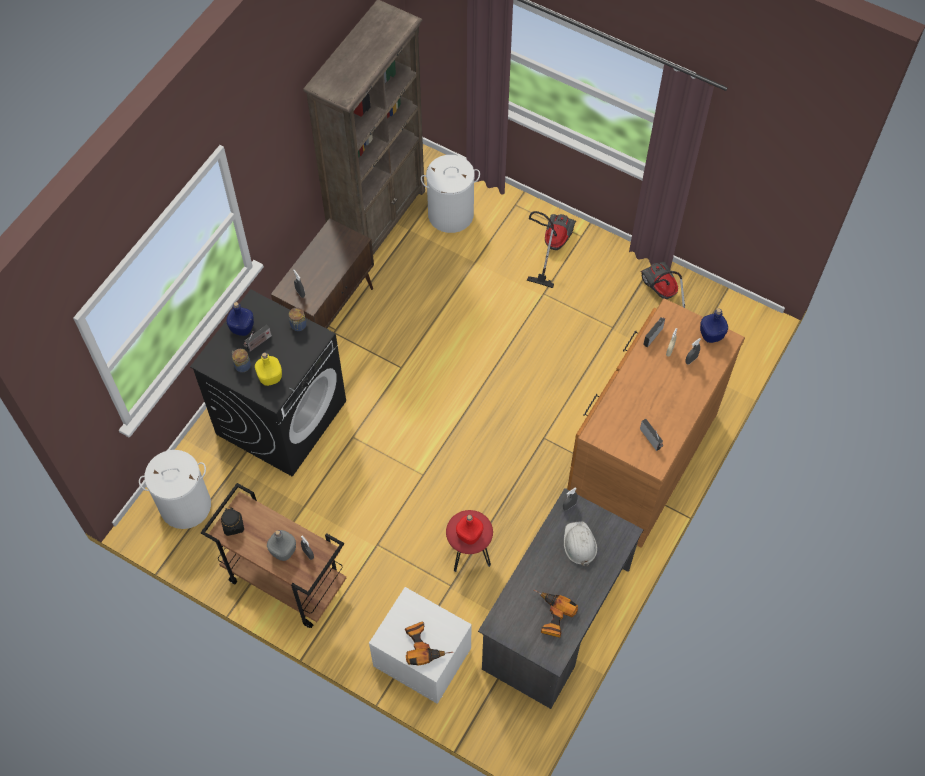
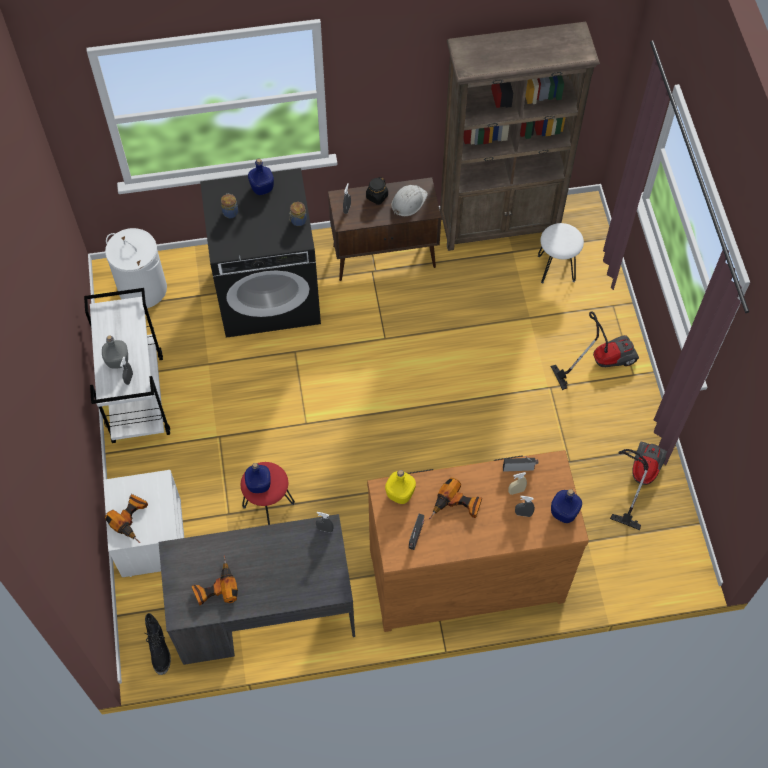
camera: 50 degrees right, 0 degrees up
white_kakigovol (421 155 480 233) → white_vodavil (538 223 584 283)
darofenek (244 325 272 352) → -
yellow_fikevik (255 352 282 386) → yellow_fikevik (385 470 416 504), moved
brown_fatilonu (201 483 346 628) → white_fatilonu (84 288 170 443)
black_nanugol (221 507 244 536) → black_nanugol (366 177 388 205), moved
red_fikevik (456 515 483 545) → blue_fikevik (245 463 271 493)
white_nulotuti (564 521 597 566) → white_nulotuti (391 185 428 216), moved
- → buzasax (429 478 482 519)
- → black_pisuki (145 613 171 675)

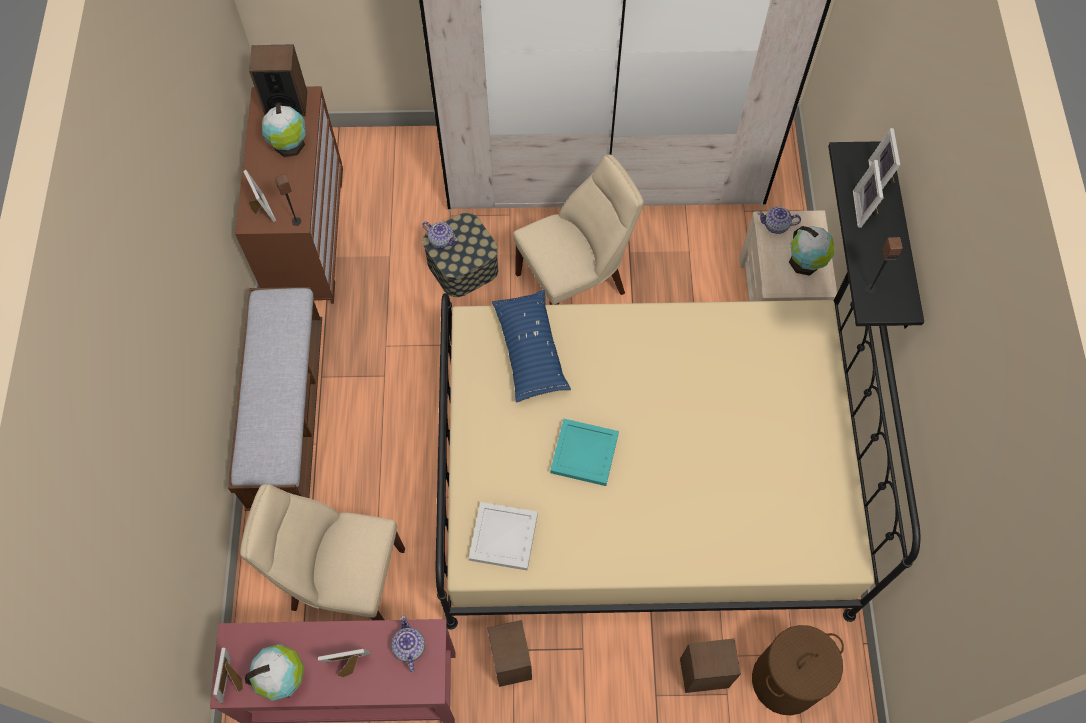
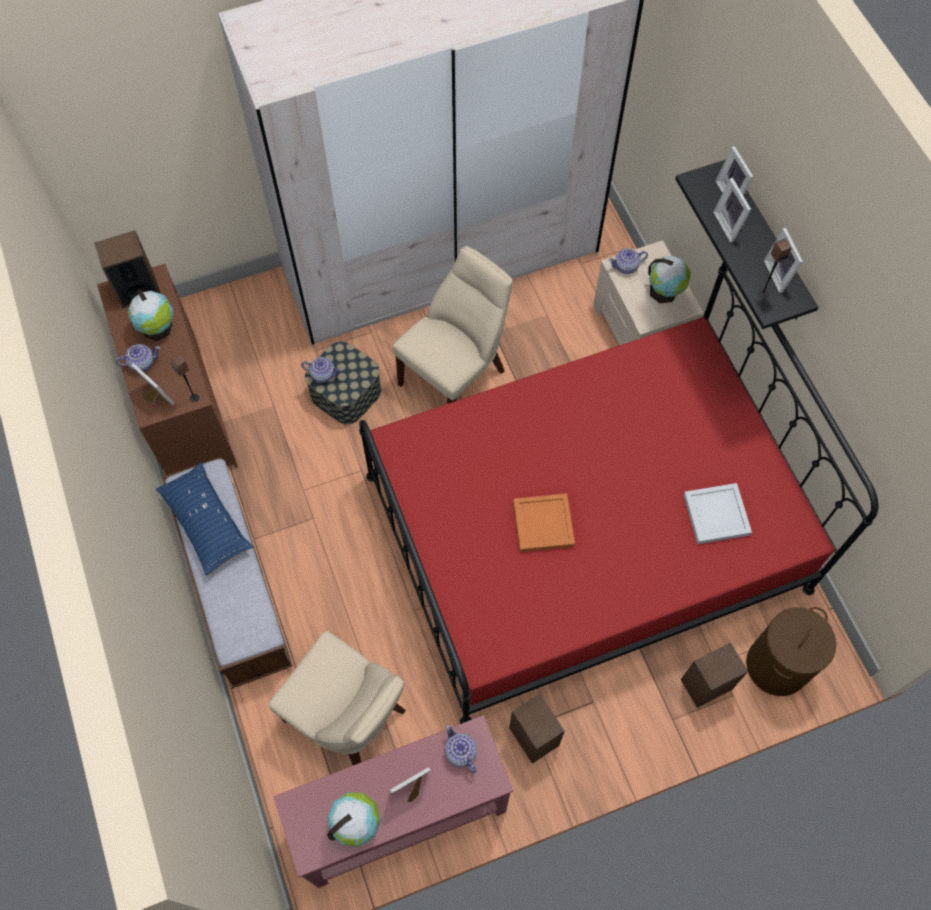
camera: 20 degrees left, 0 degrees up
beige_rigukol (436 272 921 629) → red_rigukol (359 262 878 724)
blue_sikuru (492 290 571 402) → blue_sikuru (156 462 253 576), moved
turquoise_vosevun (550 419 619 486) → orange_vosevun (513 493 575 552)
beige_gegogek (240 484 405 620) → beige_gegogek (269 631 406 765), 135 degrees counterclockwise
white_vosevun (469 502 538 570) → white_vosevun (684 483 752 544), moved
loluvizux (213 648 243 703) → loluvizux (764 228 803 293), moved
- → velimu (116 344 160 372)

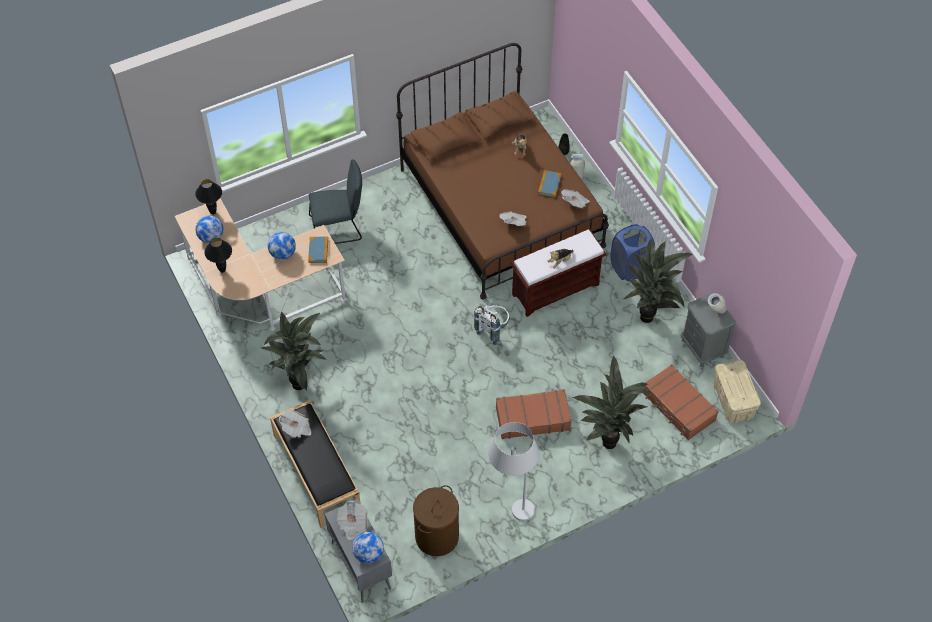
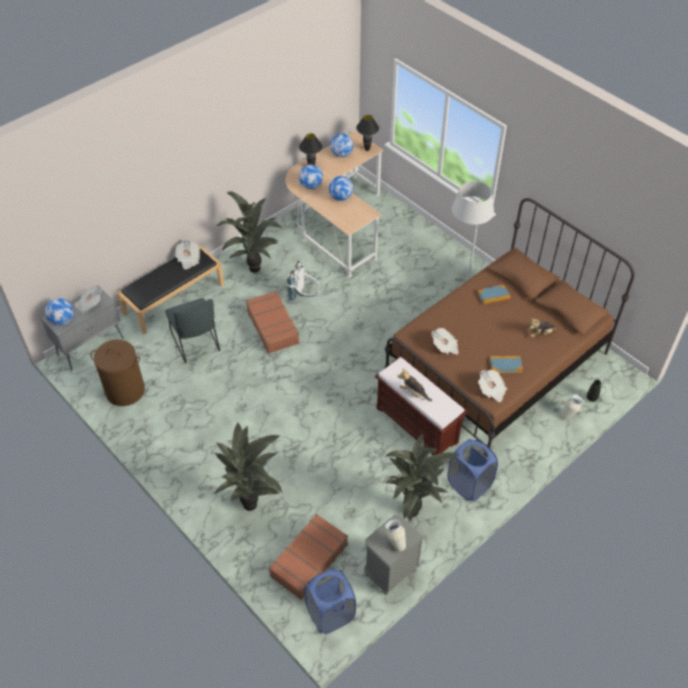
camera: 75 degrees right, 5 degrees down
grey_gegogek (309 159 362 244) → grey_gegogek (165 298 220 363), moved
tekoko (308 237 328 263) → tekoko (477 285 511 305), moved
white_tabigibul (474 305 510 345) → white_tabigibul (287 261 321 303), moved
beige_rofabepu (714 360 761 423) → blue_kakigovol (304 569 356 634)
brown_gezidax (496 389 572 439) → brown_gezidax (246 291 300 354), moved
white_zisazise (488 422 539 521) → white_zisazise (452 181 494 287), moved
- → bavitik (299 164 323 189)

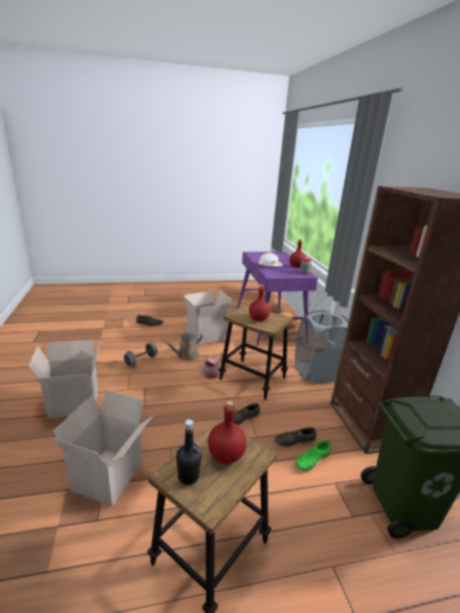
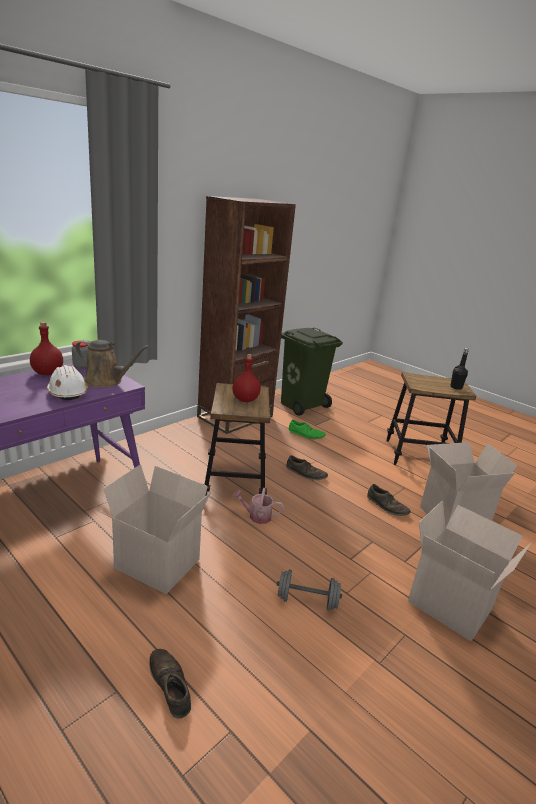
camera: 125 degrees left, 0 degrees up
grey_kakigovol (295 310 349 384) → -
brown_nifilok (161 332 202 360) → brown_nifilok (75 340 150 388), moved
red_fikevik (208 401 247 464) → -
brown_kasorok (275 427 316 447) → brown_kasorok (367 484 411 516), moved

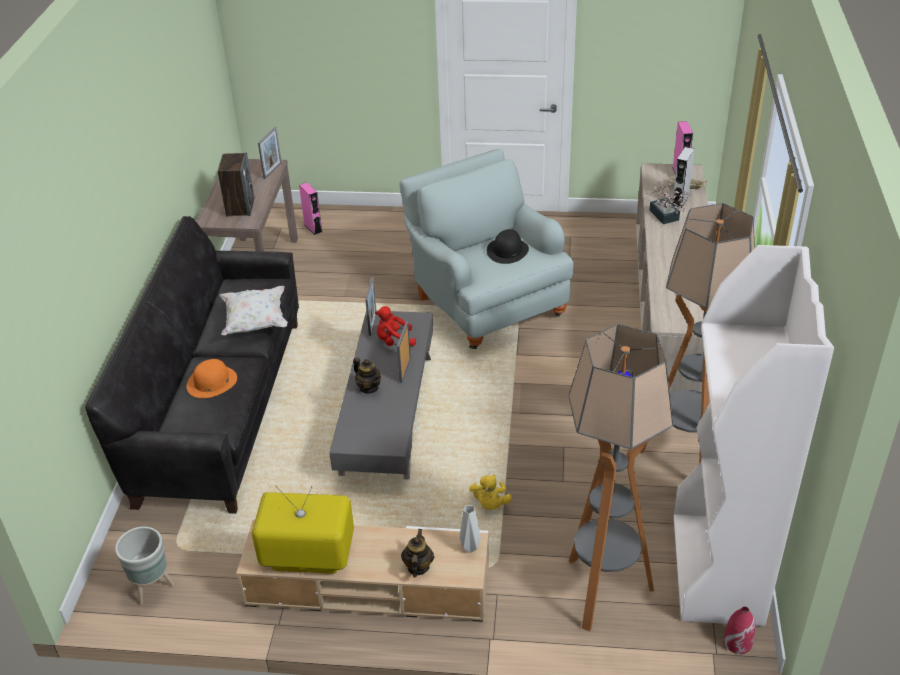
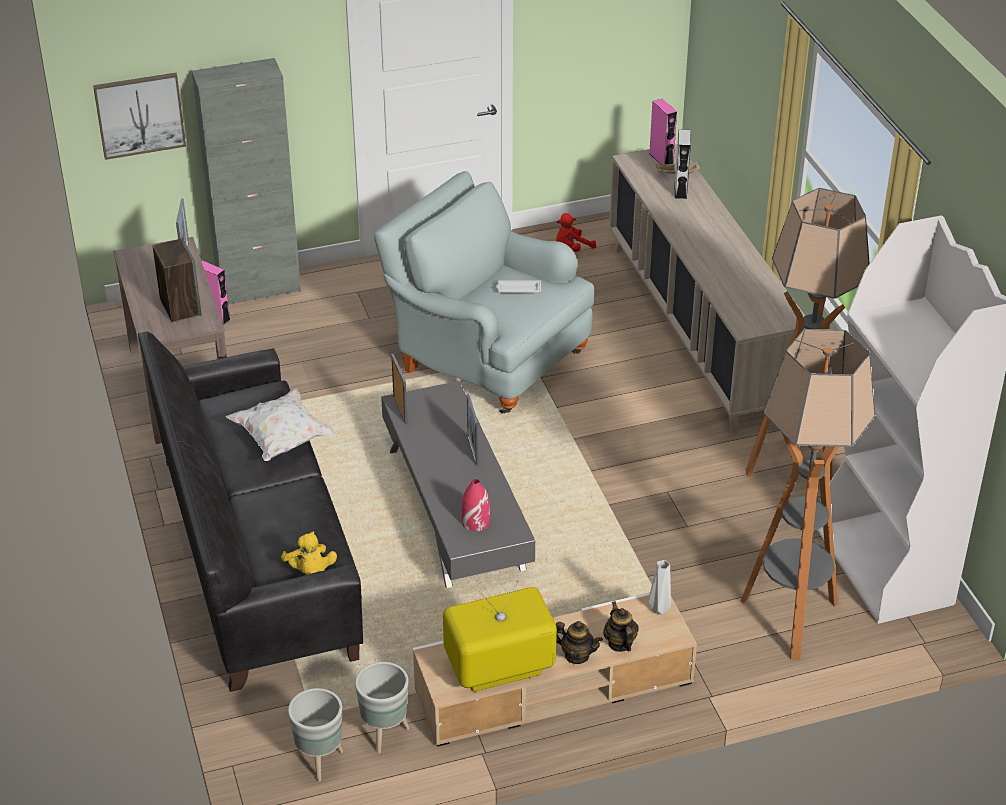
camera: 25 degrees left, 0 degrees up
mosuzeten (646 181 691 224) → -
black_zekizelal (487 229 529 264) → white_vosevun (495 280 541 293)
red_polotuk (375 306 416 346) → red_polotuk (556 213 596 252), moved
velimu (353 358 381 394) → velimu (556 621 603 664), moved
orange_zekizelal (187 359 237 398) → -
yellow_polotuk (469 475 512 510) → yellow_polotuk (281 531 337 575), moved
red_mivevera (724 607 756 654) → red_mivevera (462 479 490 531), moved
- → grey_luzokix (192 58 301 304)
- → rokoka (93 73 186 160)
- → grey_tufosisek (355 662 410 753)

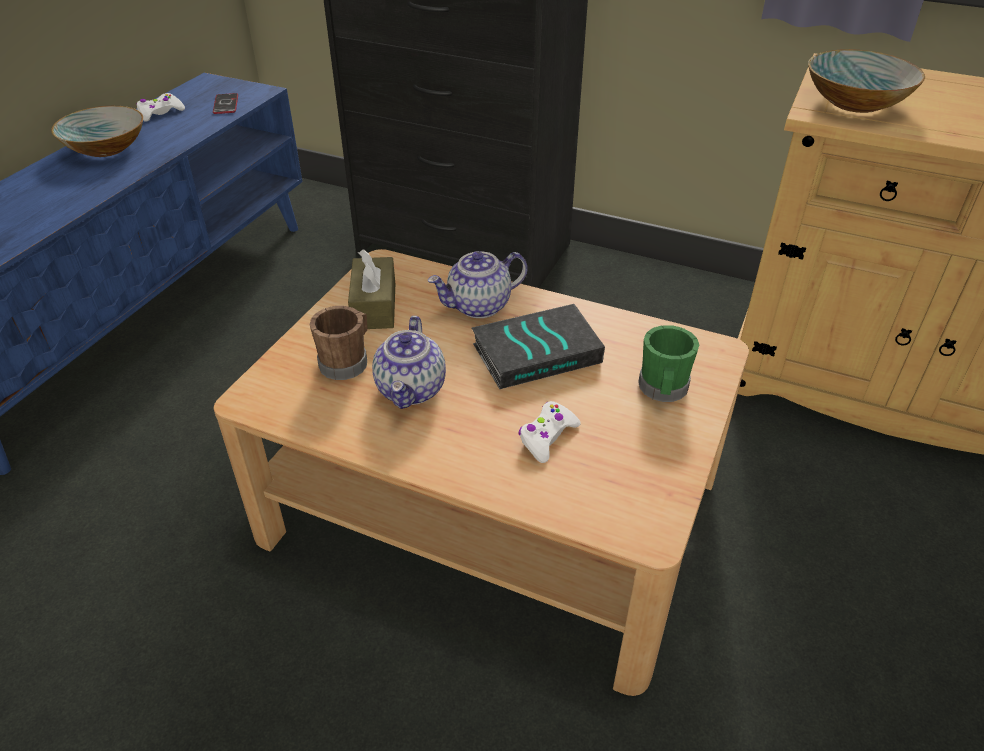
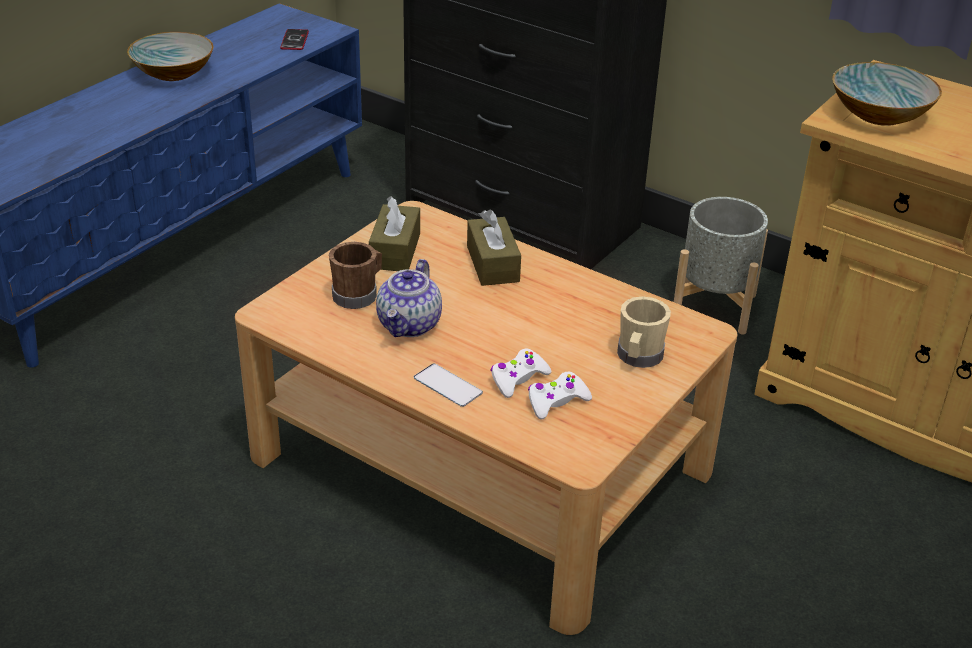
camera: 10 degrees right, 5 degrees down
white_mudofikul (136 93 185 122) → white_mudofikul (528 372 592 419), moved
velimu (428 251 528 318) → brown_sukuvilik (467 209 521 286)
tekoko (471 304 605 389) → -
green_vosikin (638 325 699 402) → beige_vosikin (617 297 671 368)
- → grey_tufosisek (674 197 768 334)
- → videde (414 363 483 407)

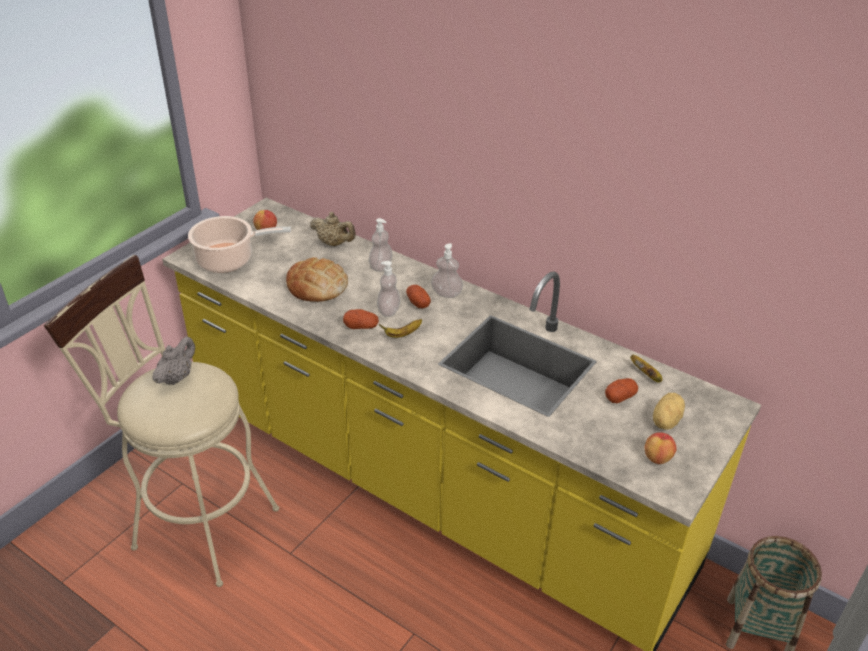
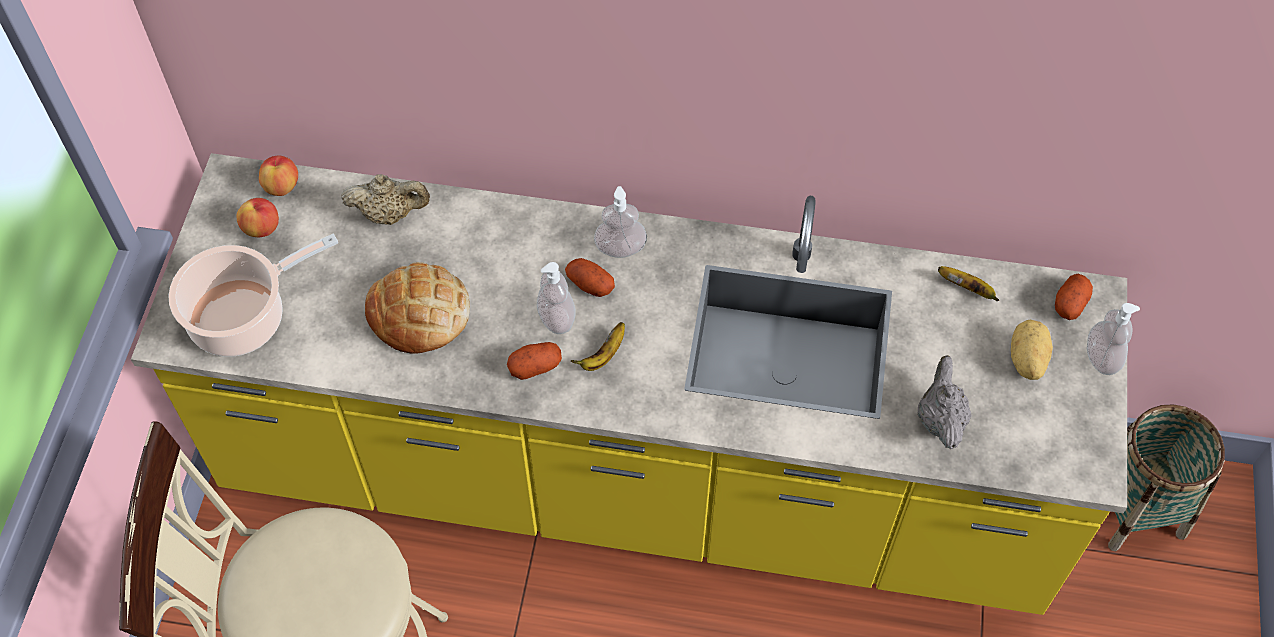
camera: 25 degrees left, 20 degrees up
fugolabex (369 218 392 272) → fugolabex (1087 303 1140 375), moved
grey_velimu (152 337 195 385) → grey_velimu (918 355 972 449), moved
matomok (605 378 638 403) → matomok (1055 274 1093 320), moved
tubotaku (644 432 677 464) → tubotaku (259 156 298 196), moved

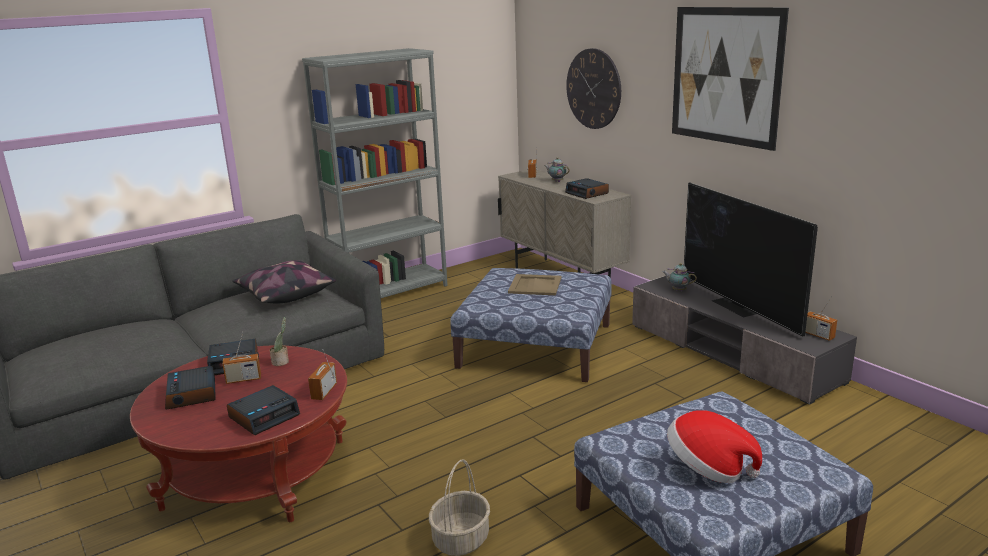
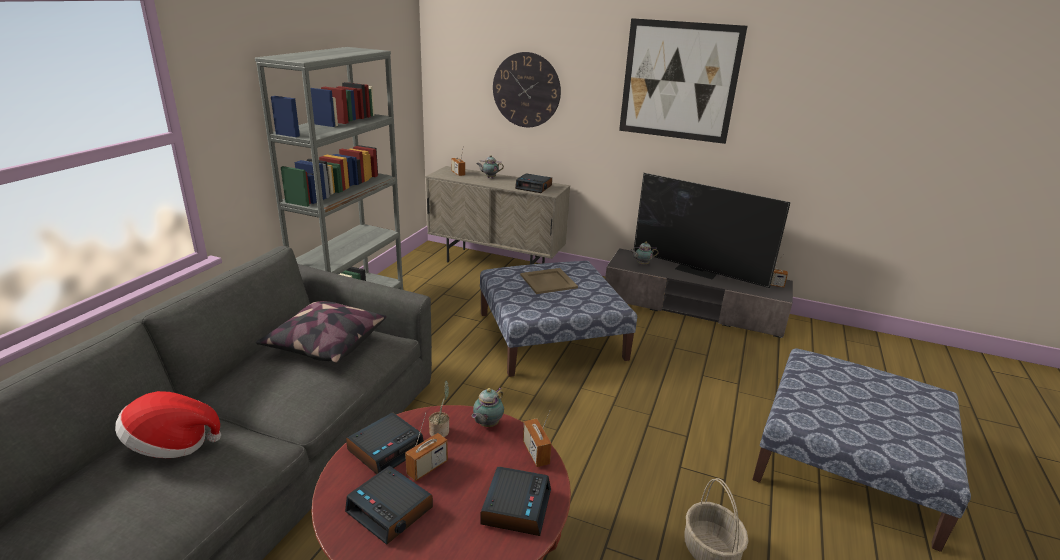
camera: 35 degrees left, 5 degrees up
zekizelal (667 410 762 483) → zekizelal (115 391 221 458), moved
- → velimu (471 388 504 427)

